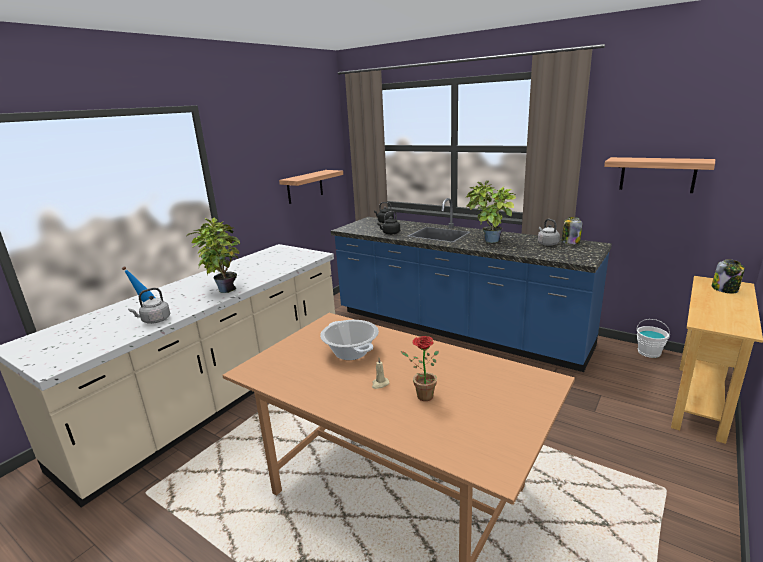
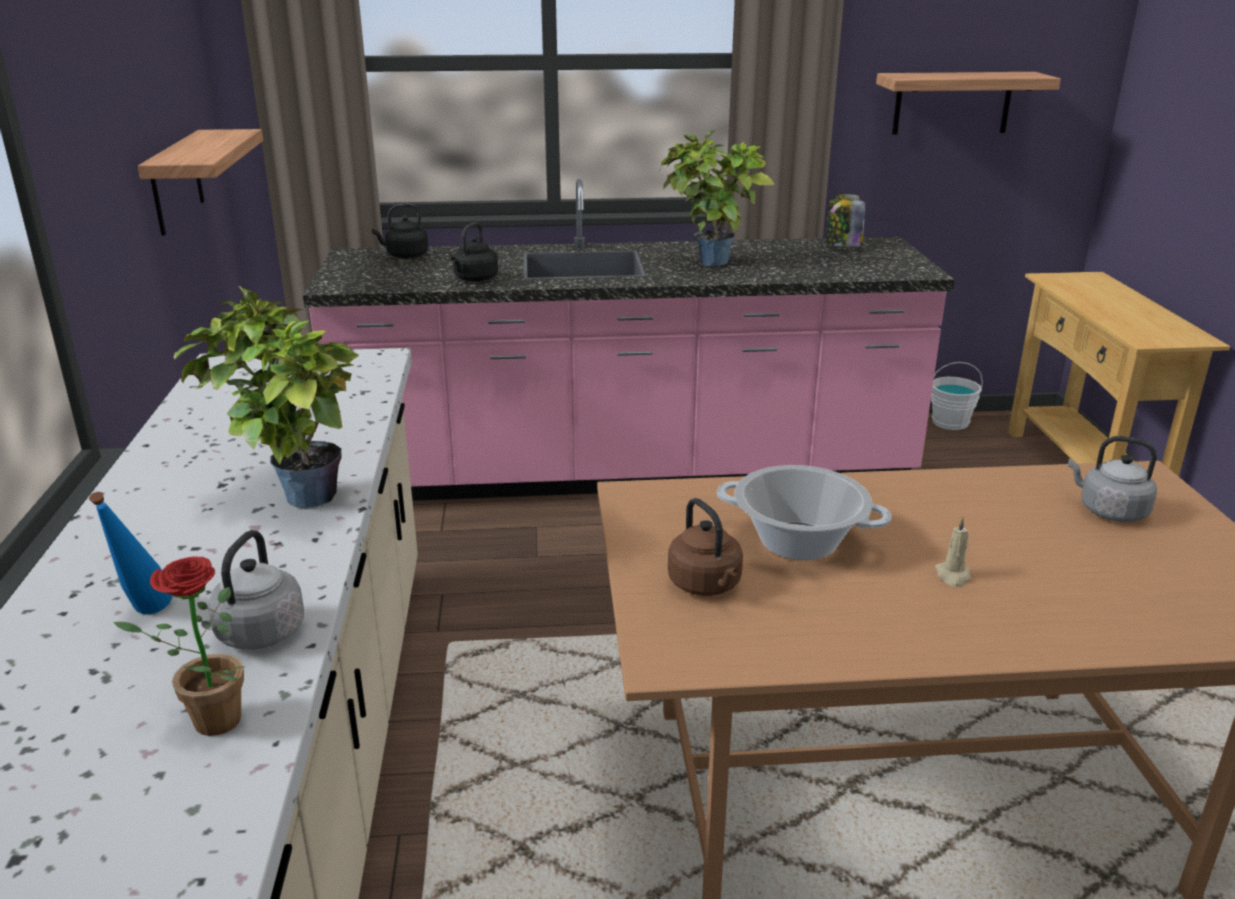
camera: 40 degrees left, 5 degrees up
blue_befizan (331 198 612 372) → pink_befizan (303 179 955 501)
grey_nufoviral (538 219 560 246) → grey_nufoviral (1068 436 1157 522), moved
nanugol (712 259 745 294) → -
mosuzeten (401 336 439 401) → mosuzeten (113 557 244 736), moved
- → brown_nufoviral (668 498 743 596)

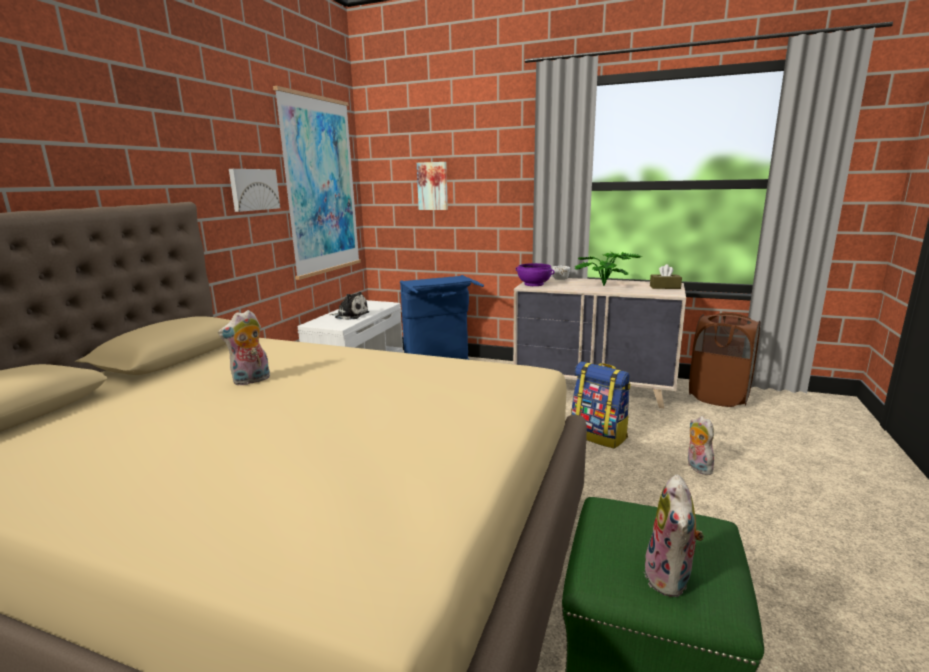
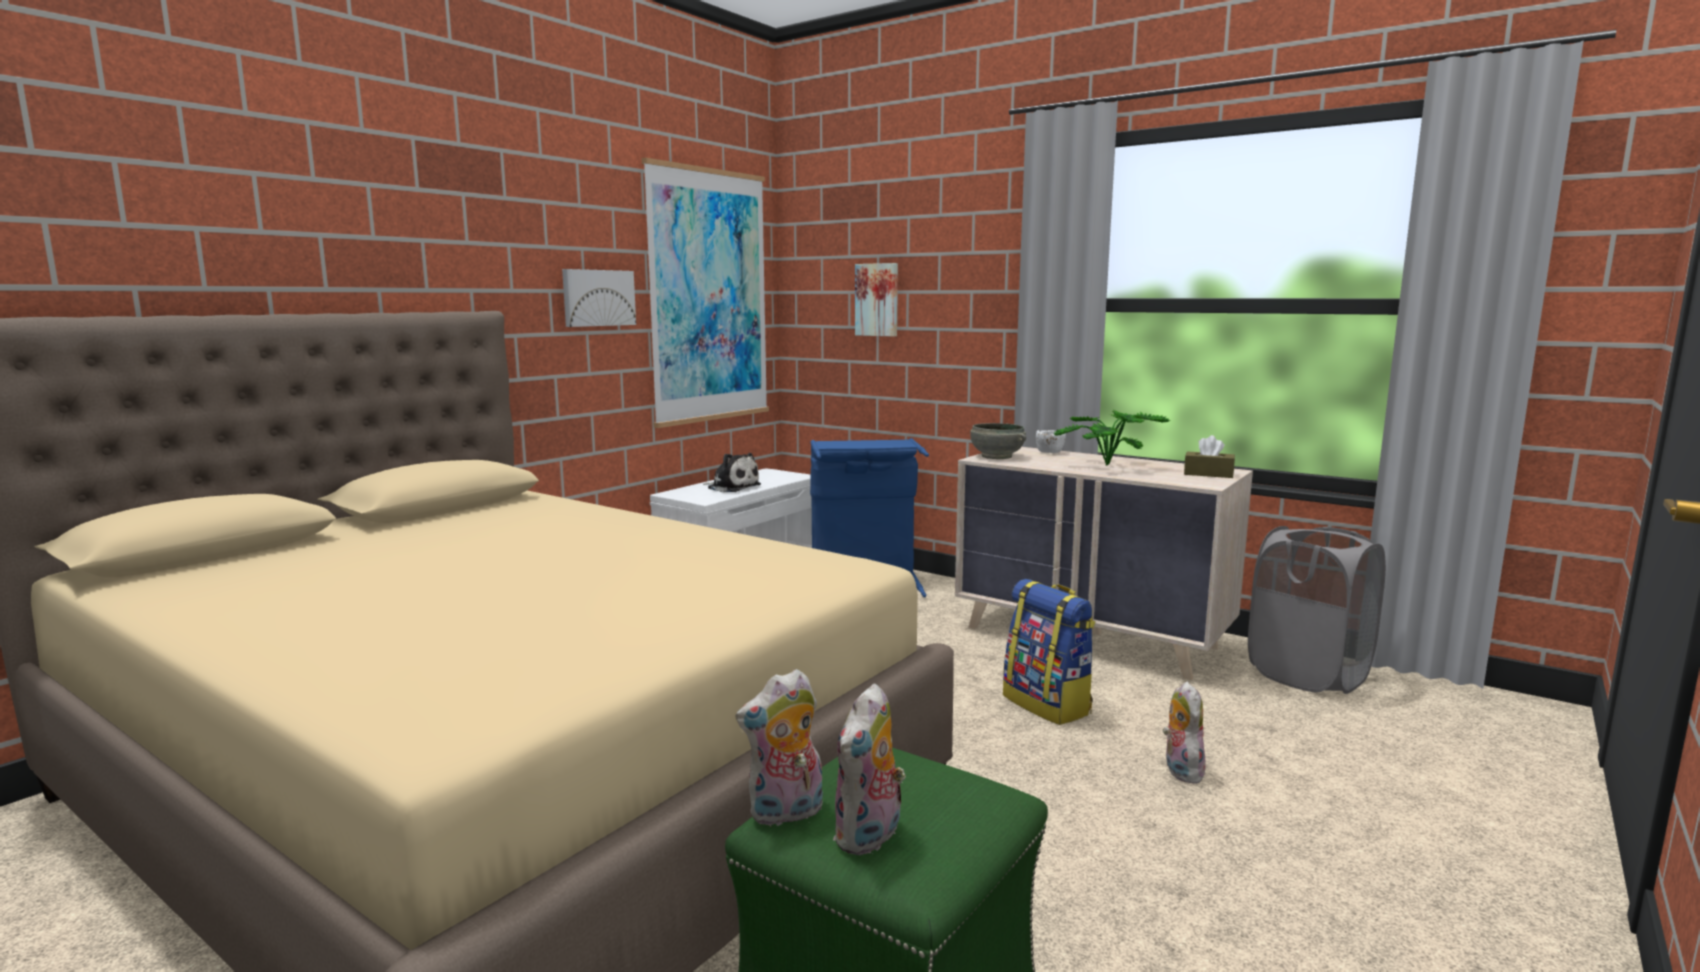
camera: 15 degrees right, 5 degrees down
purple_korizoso (516 263 555 286) → grey_korizoso (970 423 1026 459)
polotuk (218 310 270 385) → polotuk (736 669 823 826), moved
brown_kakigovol (689 313 760 407) → grey_kakigovol (1248 526 1386 694)

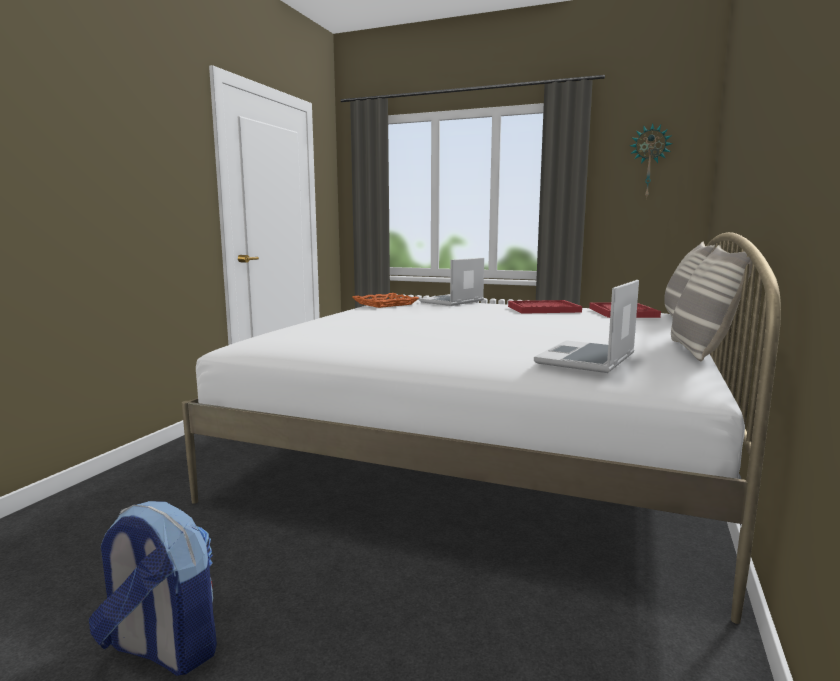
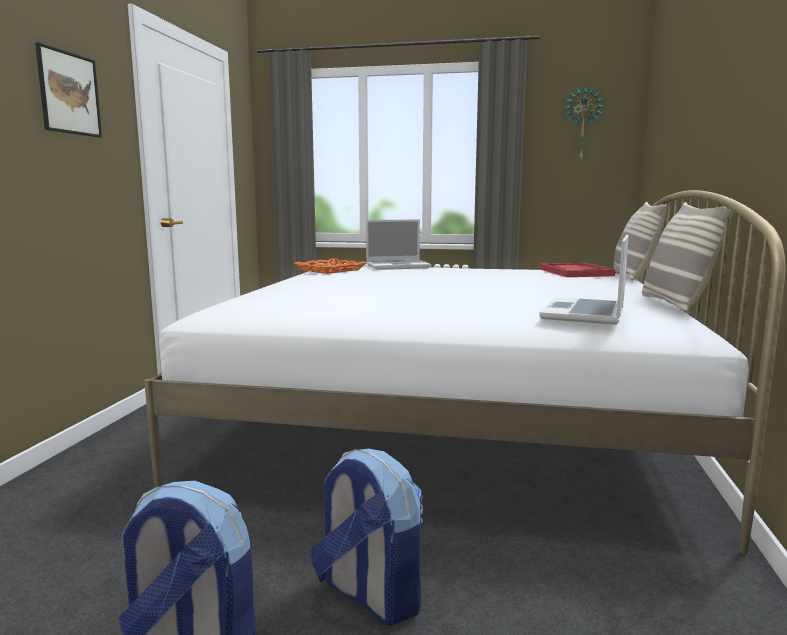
camera: 10 degrees left, 0 degrees up
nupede (419 258 484 306) → nupede (366 219 431 270), 135 degrees counterclockwise
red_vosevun (508 300 582 314) → -
- → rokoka (35 42 102 137)
- → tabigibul (311 449 423 625)

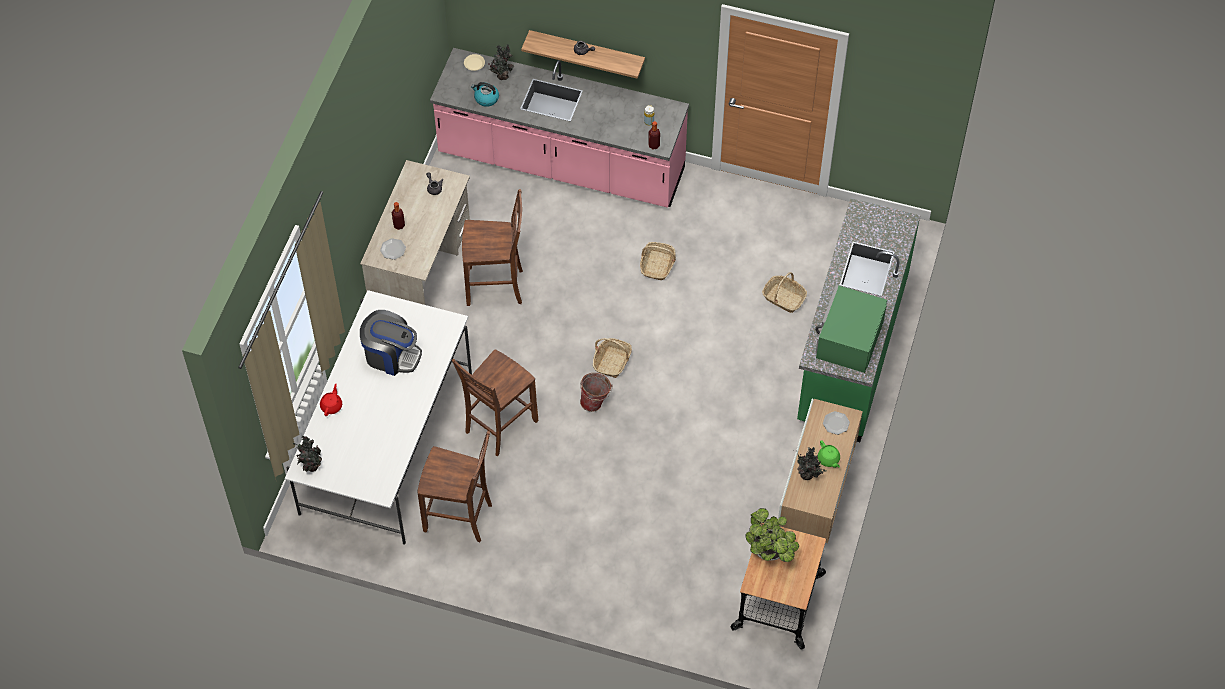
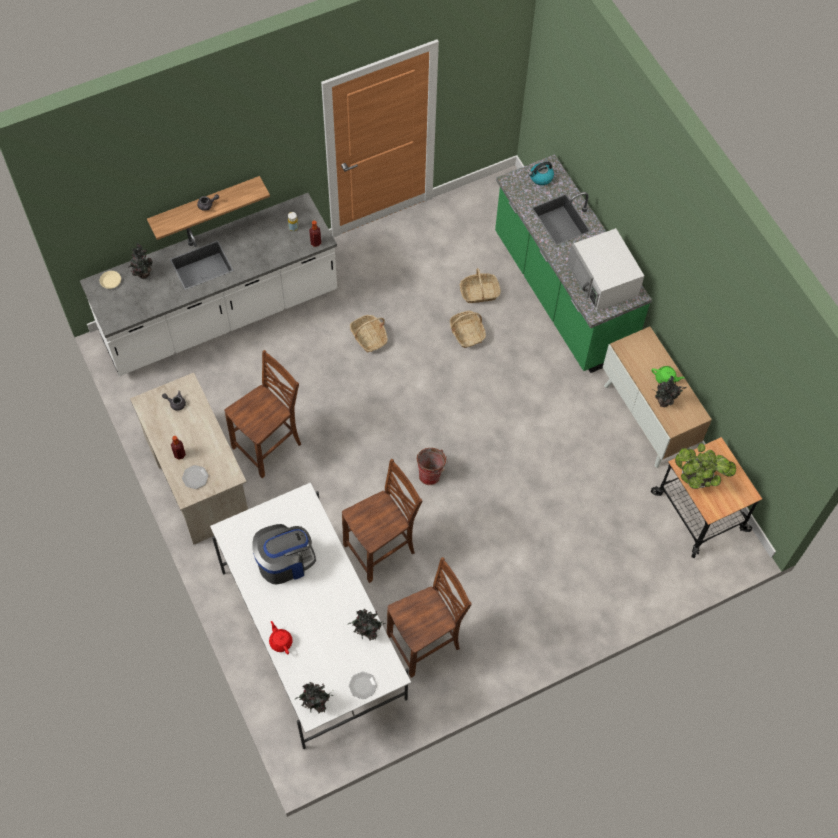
camera: 45 degrees left, 5 degrees up
pink_befizan (430 48 689 208) → white_befizan (80 193 337 376)
nufoviral (471 82 499 107) → nufoviral (528 162 554 185), moved
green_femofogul (815 285 887 373) → white_femofogul (568 228 644 311)
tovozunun (593 338 632 378) → tovozunun (450 311 486 348), moved
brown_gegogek (452 350 538 456) → brown_gegogek (342 459 422 583), 120 degrees counterclockwise
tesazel (823 411 850 435) → tesazel (349 671 377 699), moved
- → mosuzeten (348 609 385 641)

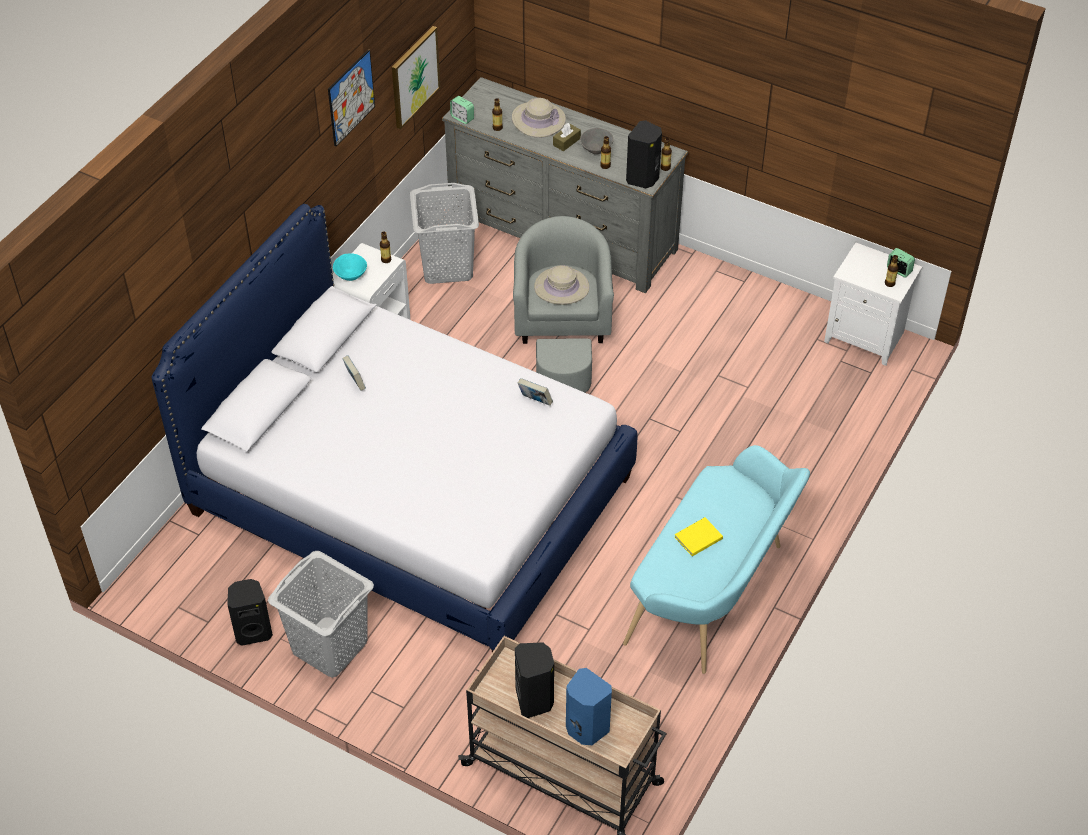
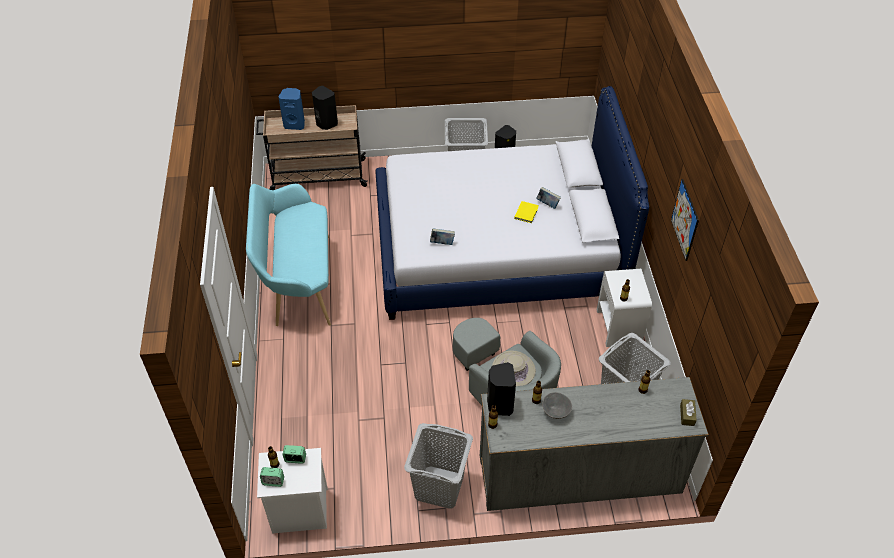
camera: 145 degrees right, 0 degrees up
rokoka (392 26 440 129) → -
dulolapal (450 96 474 124) → dulolapal (282 445 306 464), moved
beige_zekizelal (512 98 566 138) → -
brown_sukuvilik (553 123 581 151) → brown_sukuvilik (680 399 697 426), moved
turquoise_korizoso (333 253 367 281) → -
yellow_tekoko (675 517 723 556) → yellow_tekoko (514 201 539 223), moved
- → grey_kakigovol (404 423 473 509)

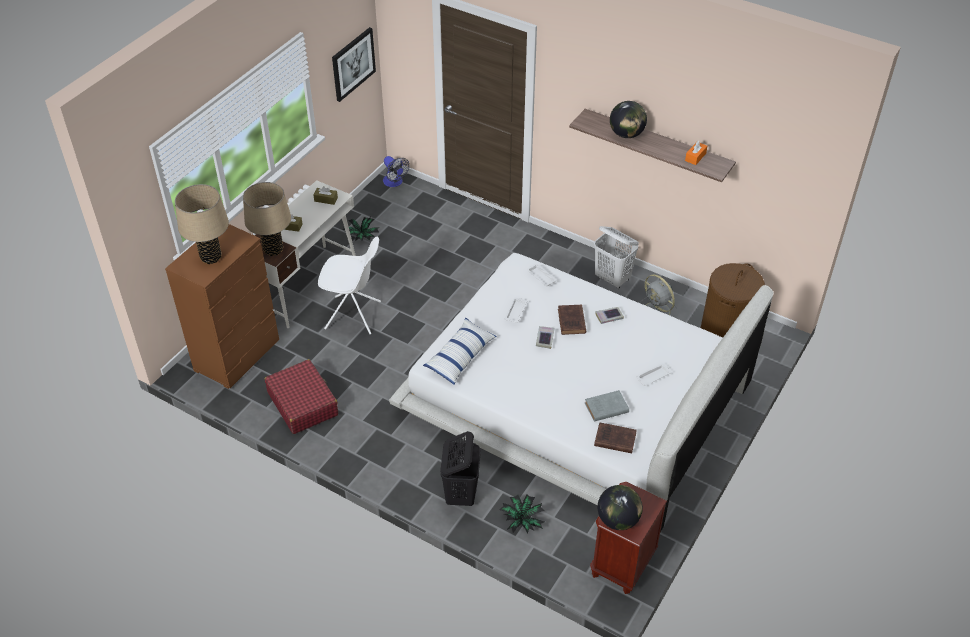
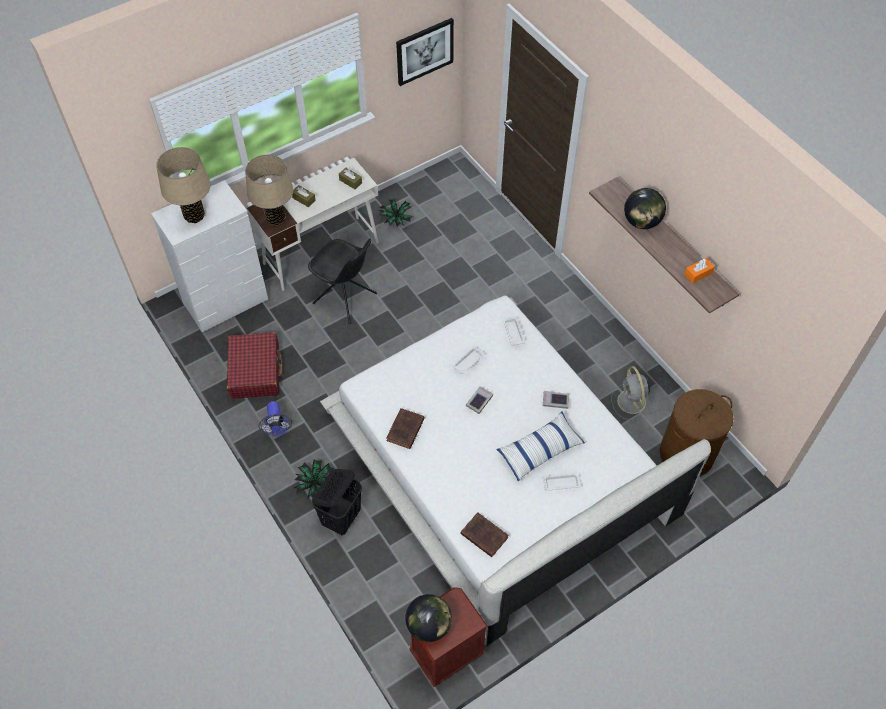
camera: 25 degrees right, 10 degrees up
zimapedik (383 156 409 187) → zimapedik (258 401 292 436), moved
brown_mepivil (165 224 279 389) → white_mepivil (151 180 268 332)
white_kakigovol (594 226 639 289) → -
white_gegogek (318 237 381 334) → black_gegogek (308 239 377 324)
brown_tekoko (558 305 586 335) → brown_tekoko (386 408 425 449), moved
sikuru (423 318 496 385) → sikuru (496 411 585 482), moved
grey_tekoko (585 390 629 422) → -
mosuzeten (499 494 545 534) → mosuzeten (294 460 334 499), moved

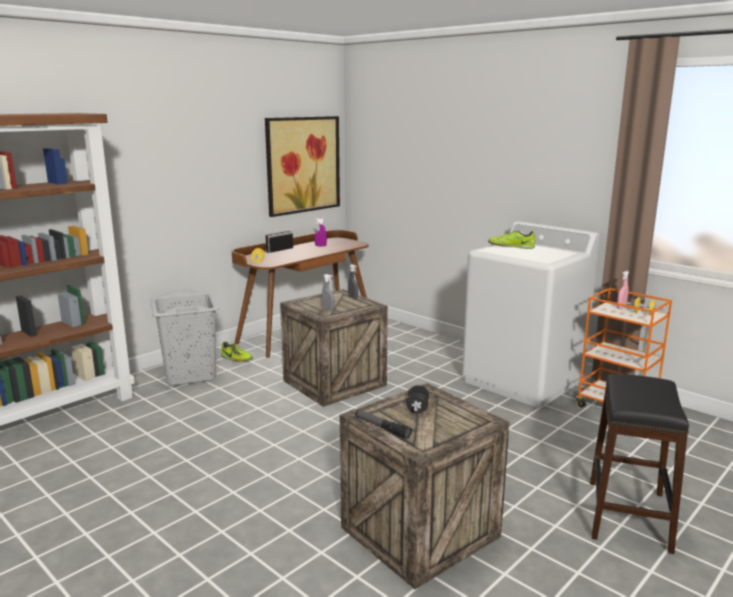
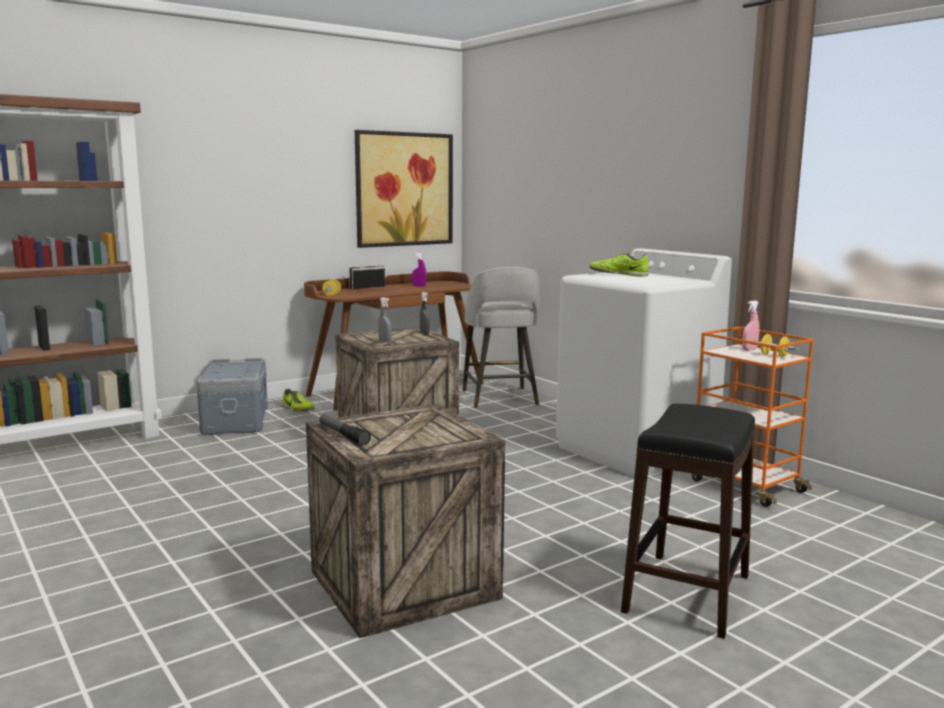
camera: 10 degrees right, 5 degrees down
grey_kakigovol (150 289 220 386) → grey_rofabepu (197 358 268 435)
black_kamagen (406 385 429 414) → -
- → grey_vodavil (462 267 540 408)

